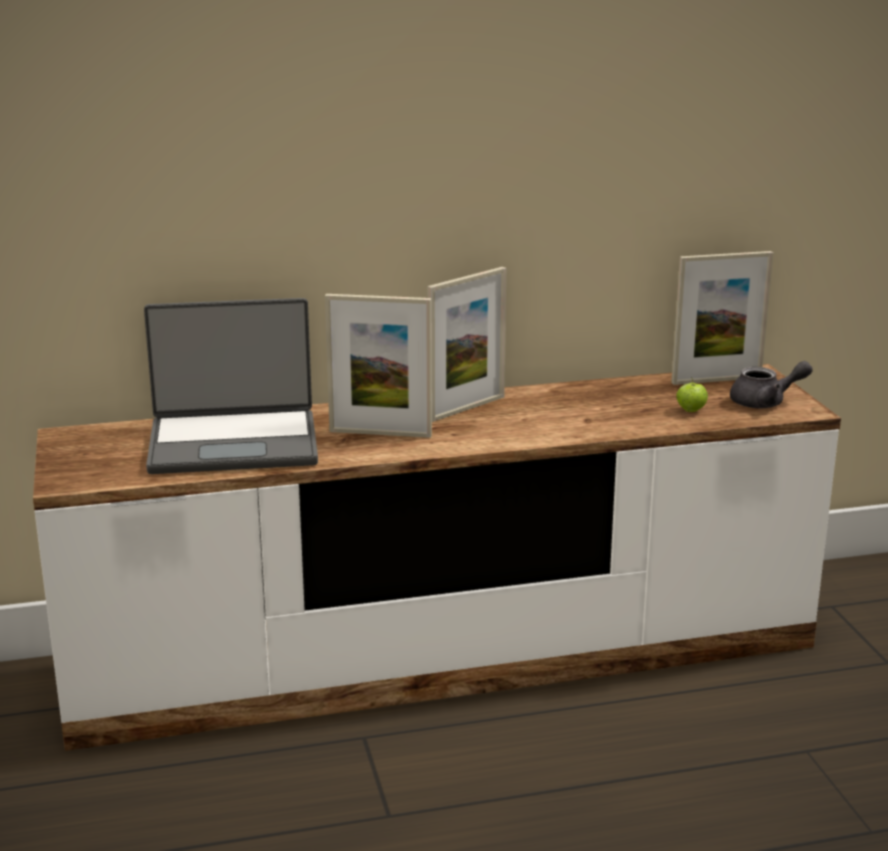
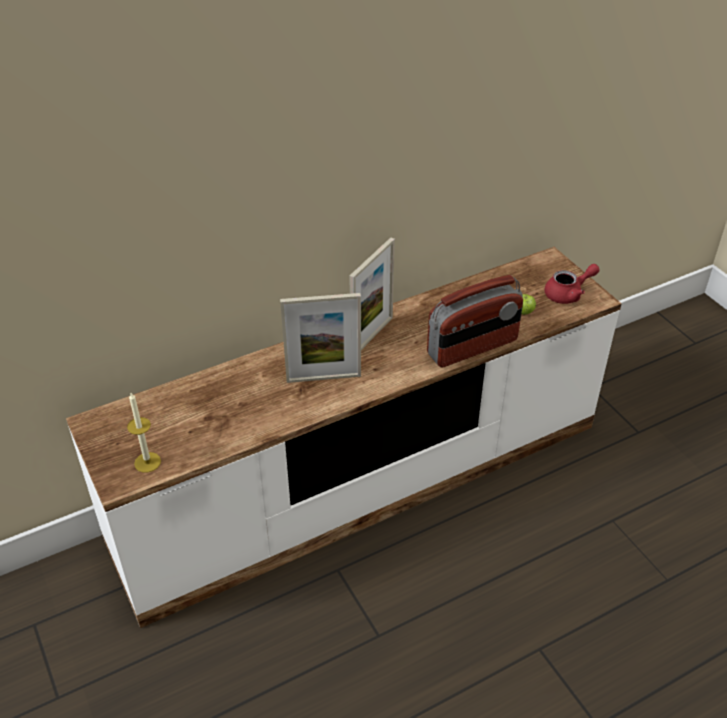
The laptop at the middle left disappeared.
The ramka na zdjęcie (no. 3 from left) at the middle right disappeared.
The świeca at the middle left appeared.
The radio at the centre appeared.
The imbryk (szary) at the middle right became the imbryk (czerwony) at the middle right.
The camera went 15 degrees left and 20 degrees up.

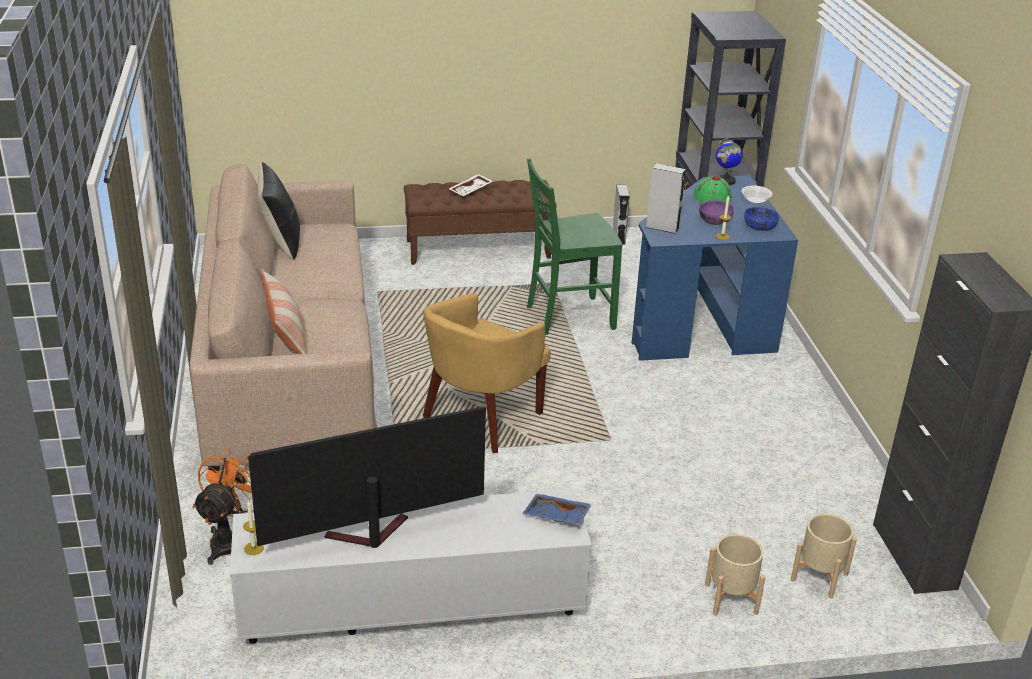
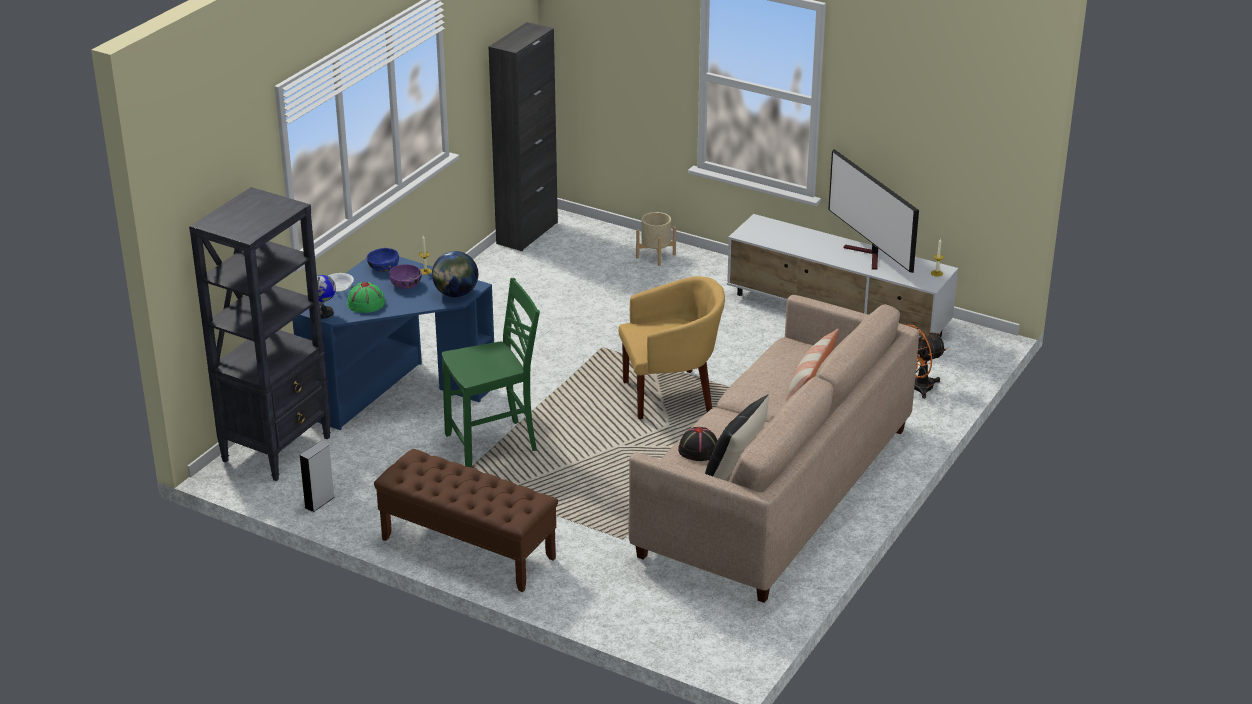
The taca (biały) at the top centre disappeared.
The taca (niebieski) at the bottom centre disappeared.
The donica (beżowy) (no. 2 from left) at the bottom right disappeared.
The kapelusz (czarny) at the centre appeared.
The głośnik (szary) (no. 2 from left) at the top centre was replaced by the globus (no. 2 from left) at the centre.
The telewizor at the bottom centre turned 45 degrees clockwise.
The krzesło (zielony) at the centre turned 45 degrees counterclockwise.
The camera went 140 degrees left and 0 degrees up.

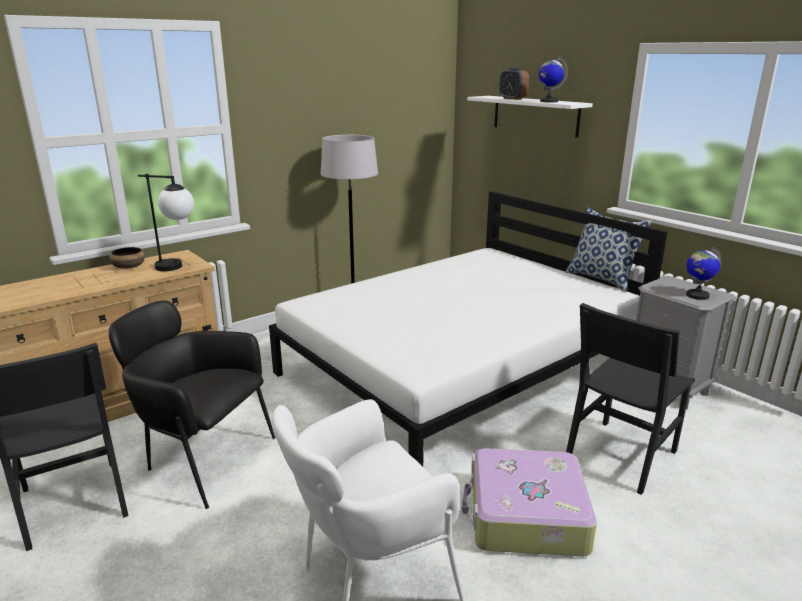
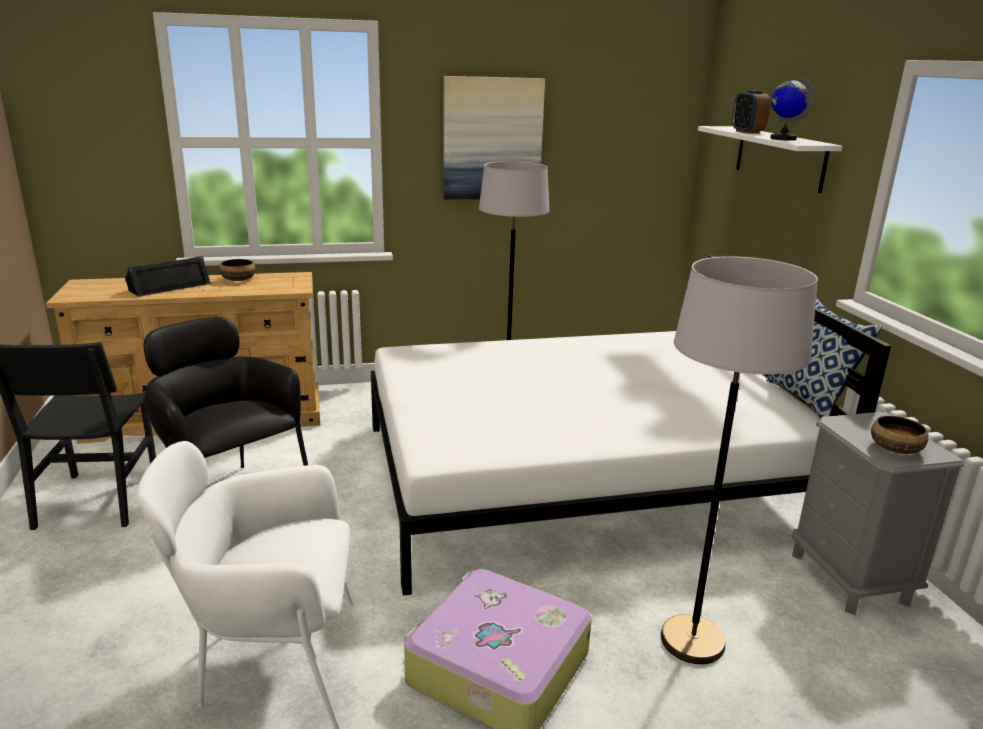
The lampa stołowa at the middle left disappeared.
The głośnik (czarny) at the middle left appeared.
The obraz at the top centre appeared.
The krzesło (czarny) (no. 2 from left) at the middle right was replaced by the lampa stojąca (szary) (no. 2 from left) at the middle right.
The globus (no. 2 from left) at the middle right was replaced by the miska (no. 2 from left) at the middle right.
The camera went 25 degrees right and 0 degrees up.

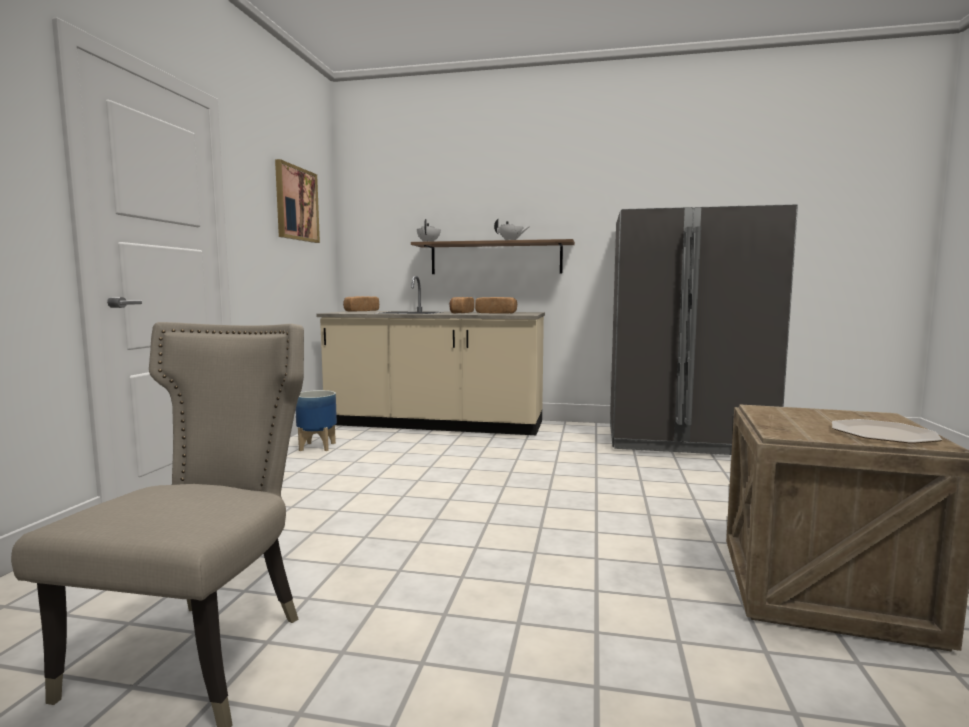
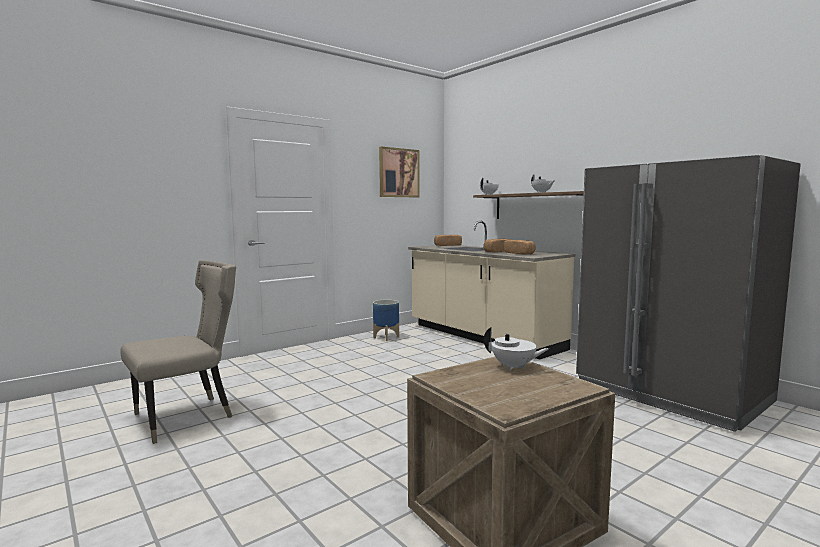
The talerz at the middle right disappeared.
The imbryk (biały) (no. 2 from left) at the centre appeared.
The camera went 40 degrees right and 0 degrees up.

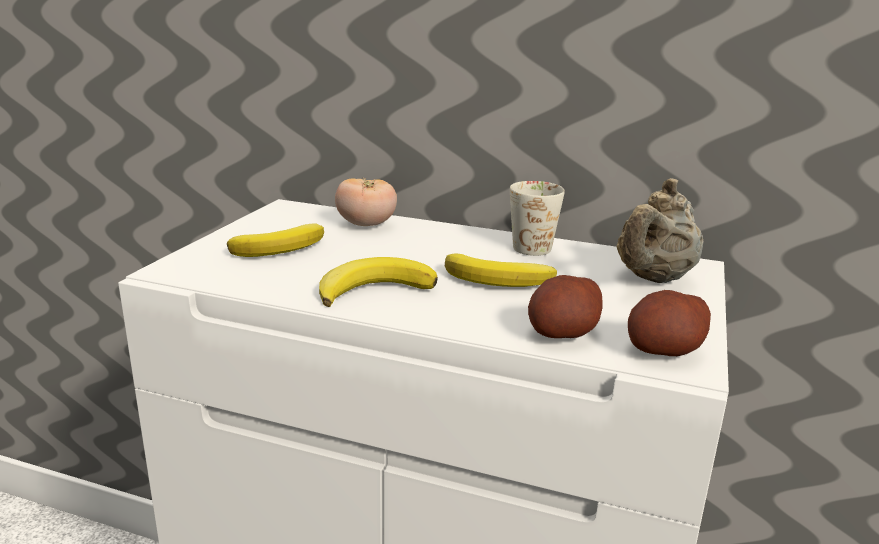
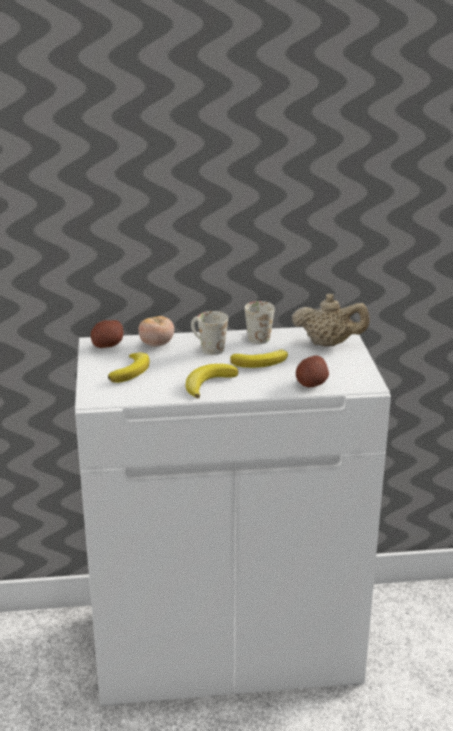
The kubek (biały) (no. 1 from left) at the centre appeared.
The ziemniak (no. 2 from left in the first image) moved from the middle right to the middle left.
The imbryk (beżowy) at the middle right turned 90 degrees counterclockwise.
The camera went 25 degrees left and 5 degrees up.

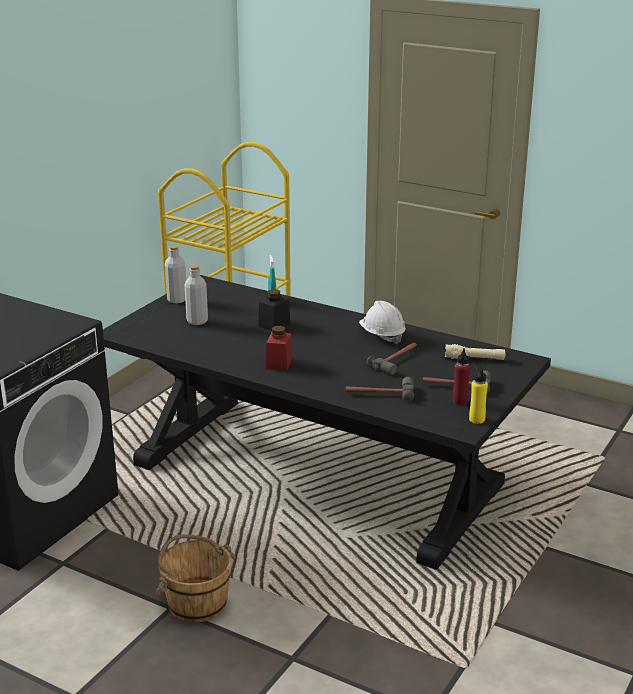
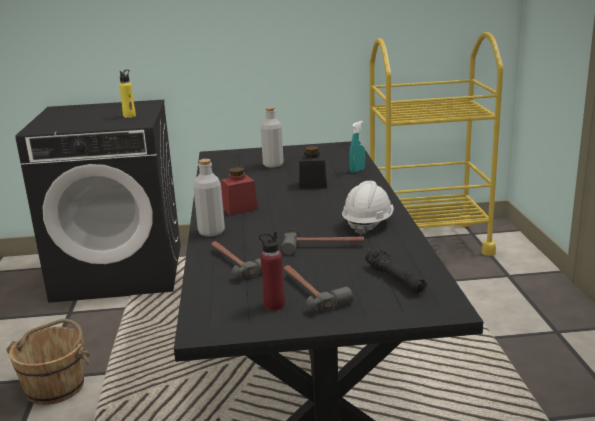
The butelka (szary) (no. 1 from left) moved from the middle left to the centre.
The butelka (żółty) moved from the middle right to the top left.
The latarka (beżowy) at the middle right became the latarka (czarny) at the centre.
The camera went 55 degrees right and 5 degrees down.

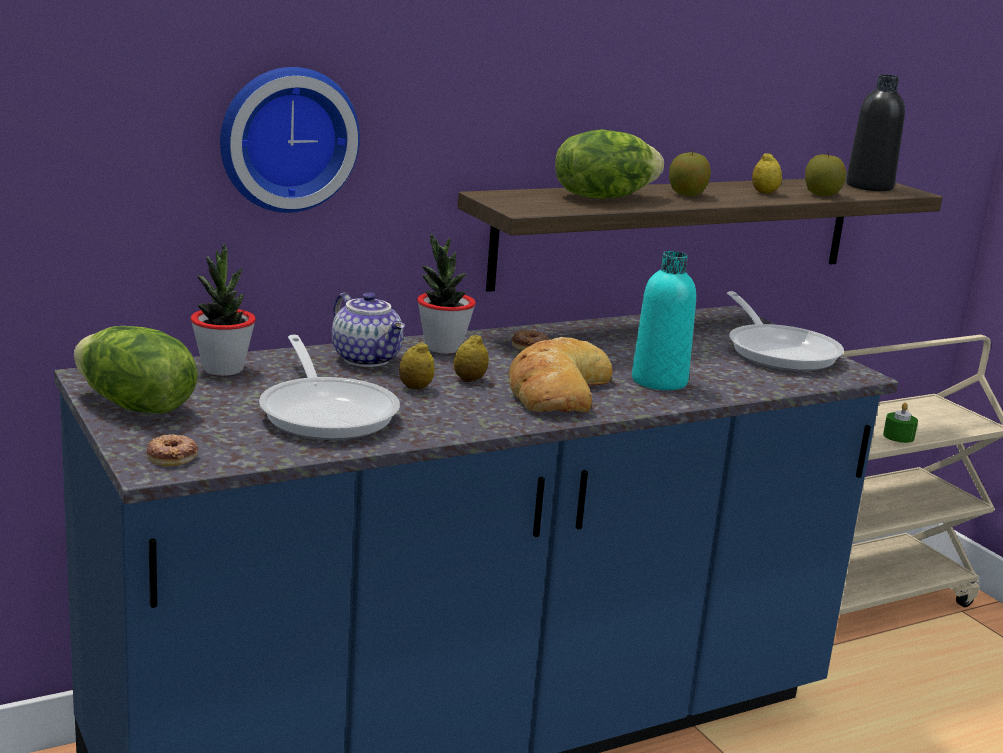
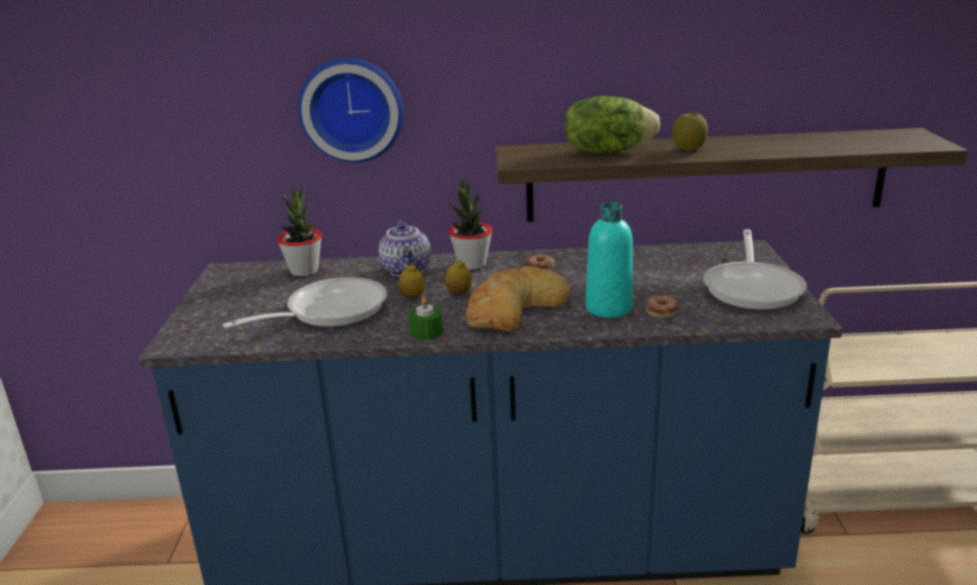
The sałata (no. 1 from left) at the middle left disappeared.
The cytryna (no. 3 from left) at the top right disappeared.
The jabłko (no. 2 from left) at the top right disappeared.
The butelka (czarny) at the top right disappeared.
The donut (no. 1 from left in the first image) moved from the middle left to the middle right.
The świeca (zielony) moved from the middle right to the centre.
The patelnia (no. 1 from left) at the middle left turned 135 degrees counterclockwise.
The camera went 30 degrees right and 5 degrees up.

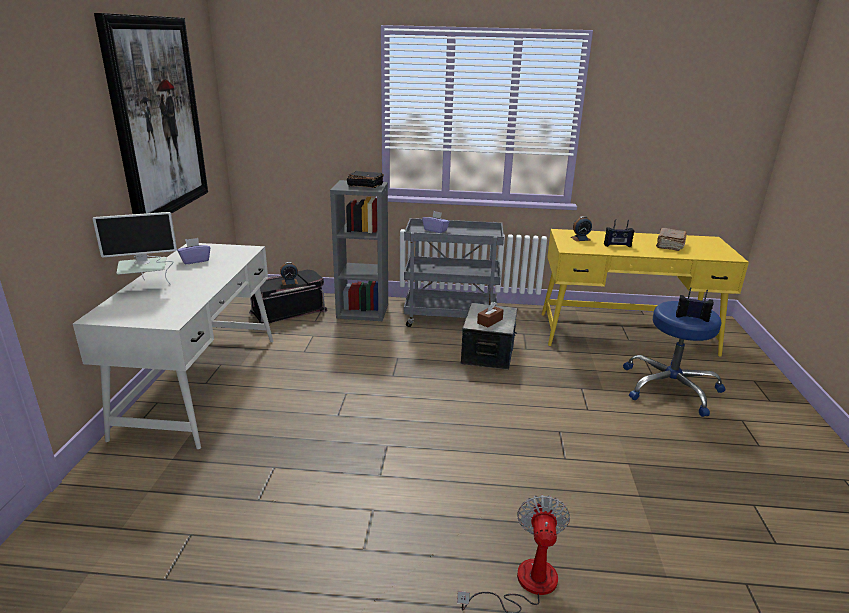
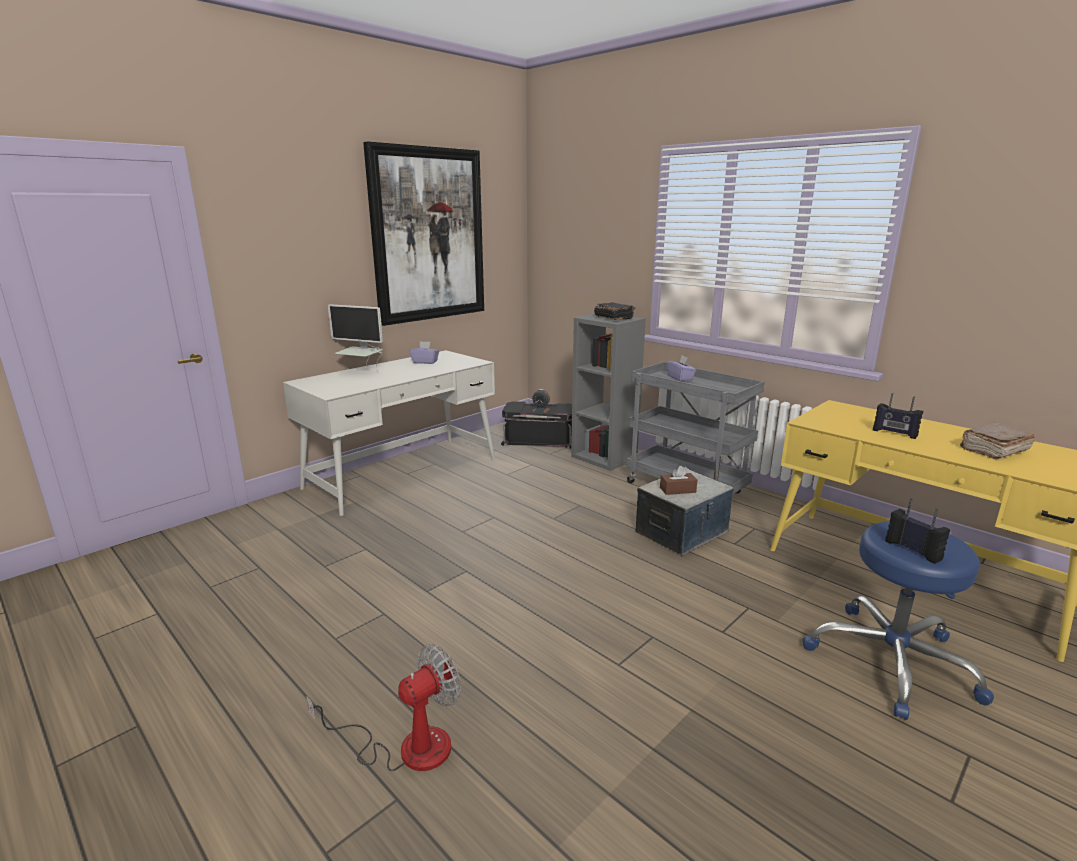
The budzik (no. 2 from left) at the middle right disappeared.
The camera went 40 degrees right and 5 degrees down.

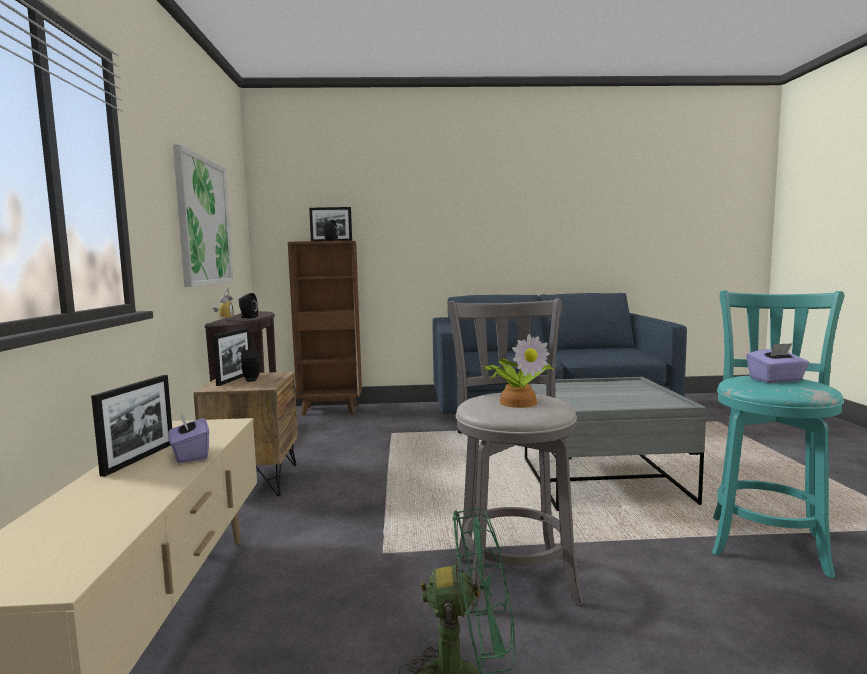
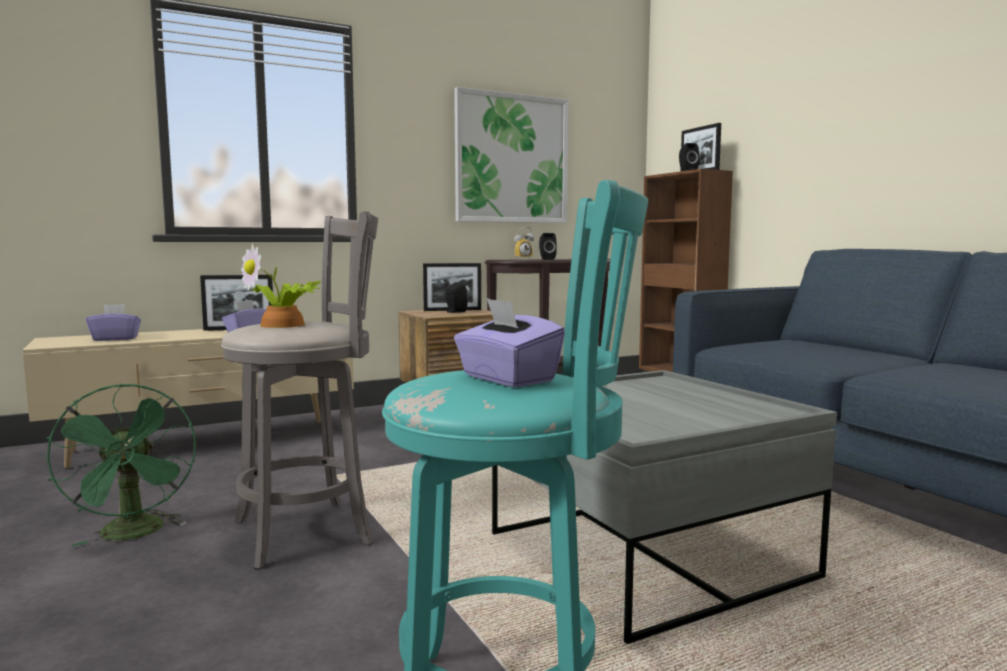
The pudełko chusteczek (fioletowy) (no. 1 from left) at the middle left appeared.
The camera went 65 degrees right and 0 degrees up.

